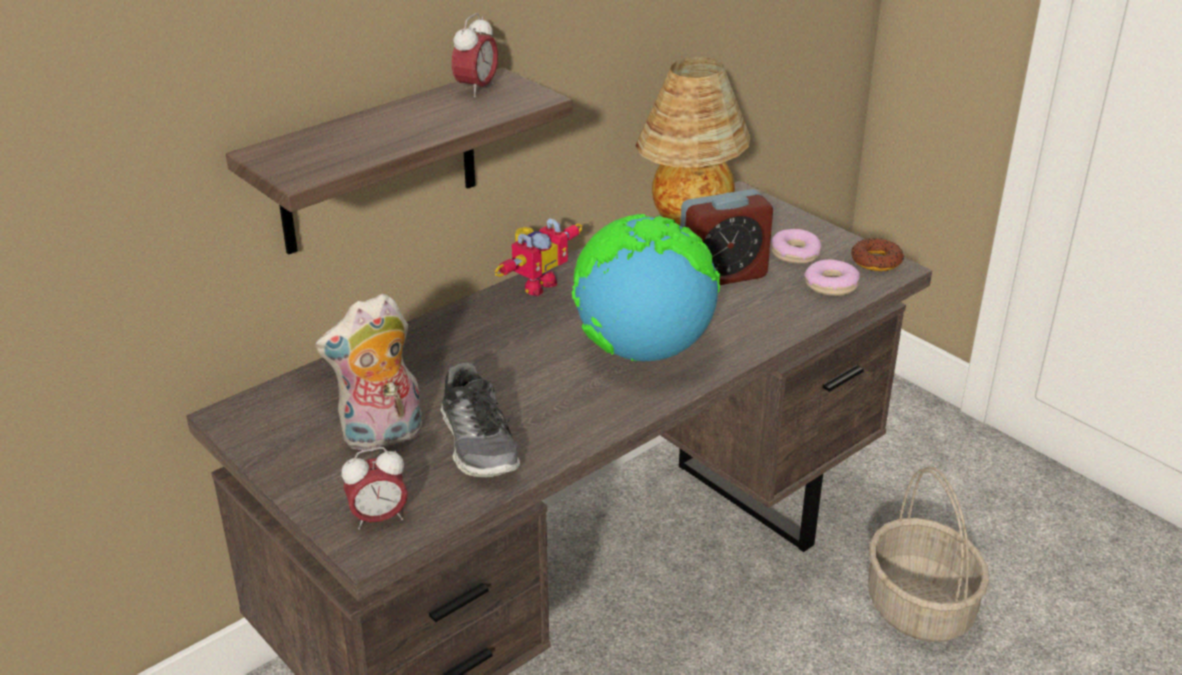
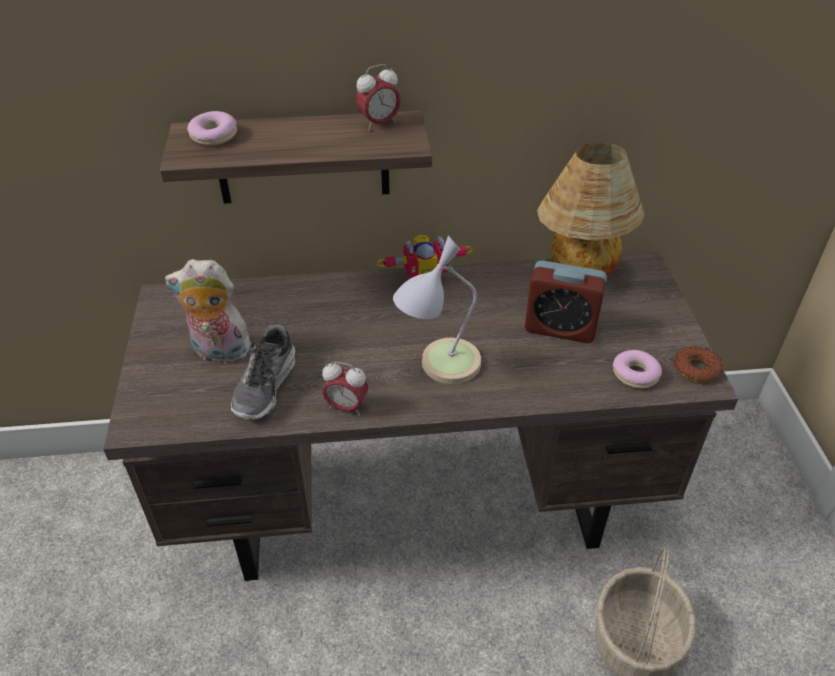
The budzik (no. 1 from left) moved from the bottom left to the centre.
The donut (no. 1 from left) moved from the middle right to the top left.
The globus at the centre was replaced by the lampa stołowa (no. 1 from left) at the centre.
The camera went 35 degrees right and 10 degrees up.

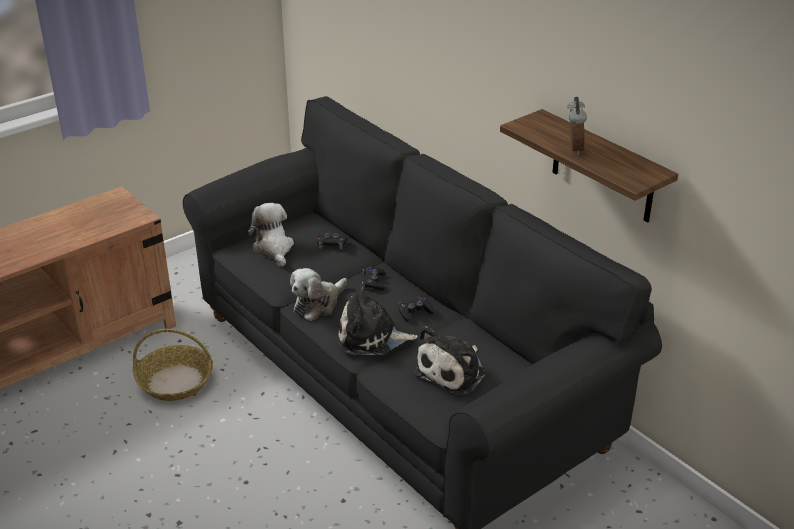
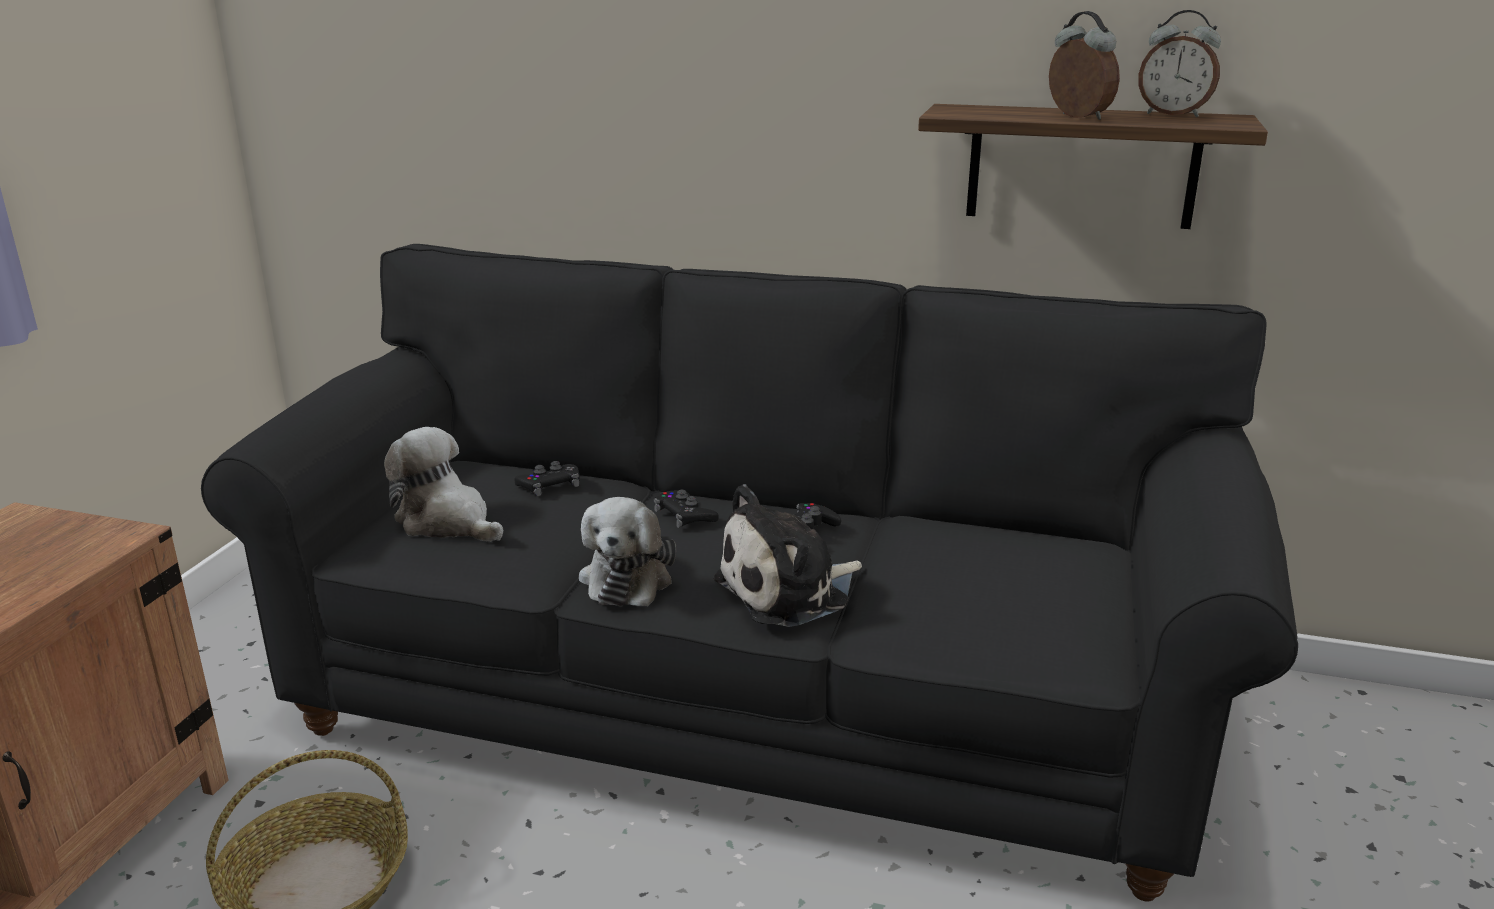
The pluszak (no. 4 from left) at the bottom centre disappeared.
The budzik (no. 2 from left) at the top right appeared.
The camera went 35 degrees left and 10 degrees down.

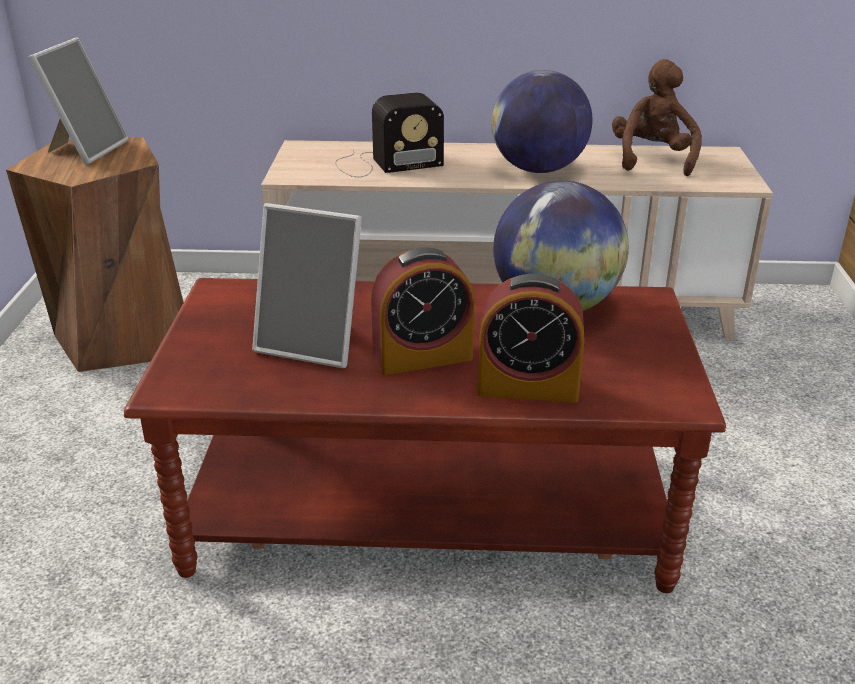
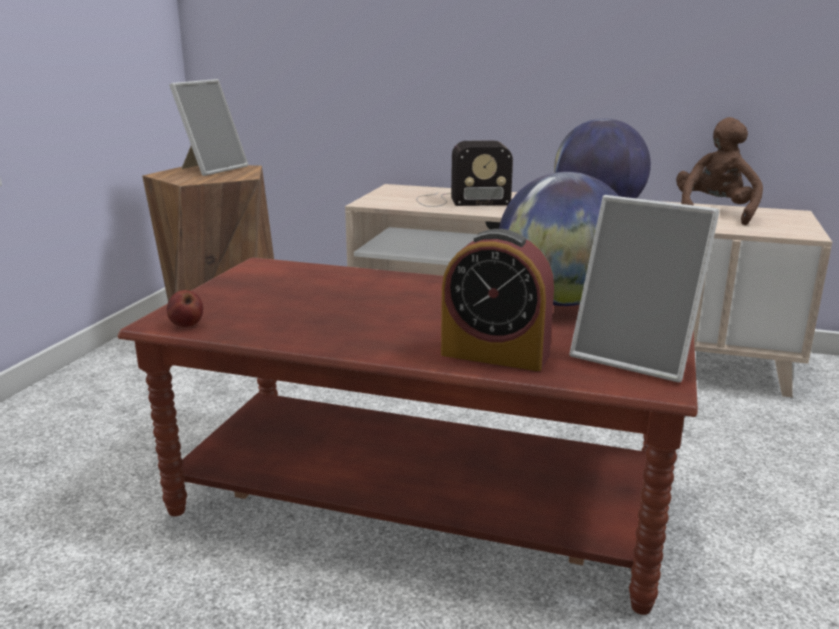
The budzik (no. 1 from left) at the centre disappeared.
The jabłko at the middle left appeared.
The ramka na zdjęcie (no. 2 from left) moved from the centre to the middle right.
The camera went 15 degrees right and 10 degrees down.

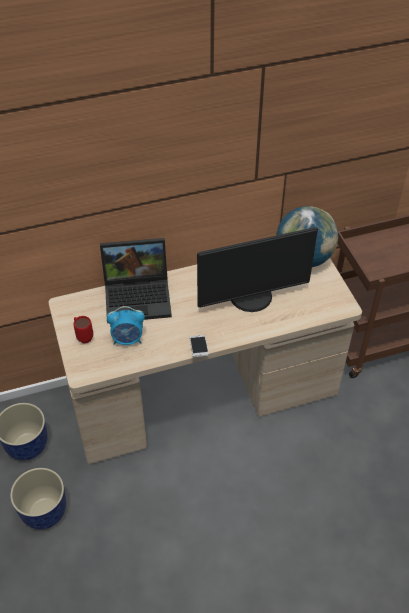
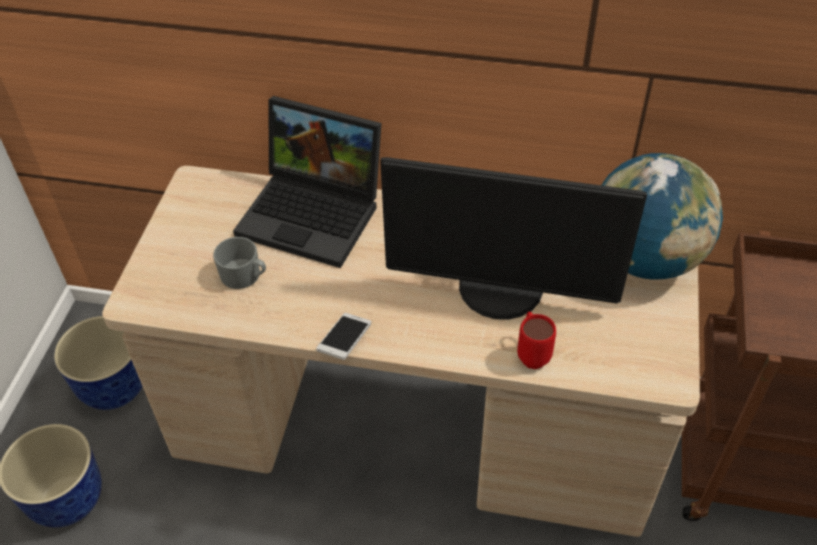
The kubek (czerwony) moved from the middle left to the centre.
The budzik at the middle left was replaced by the kubek (szary) at the middle left.
The camera went 30 degrees right and 0 degrees up.

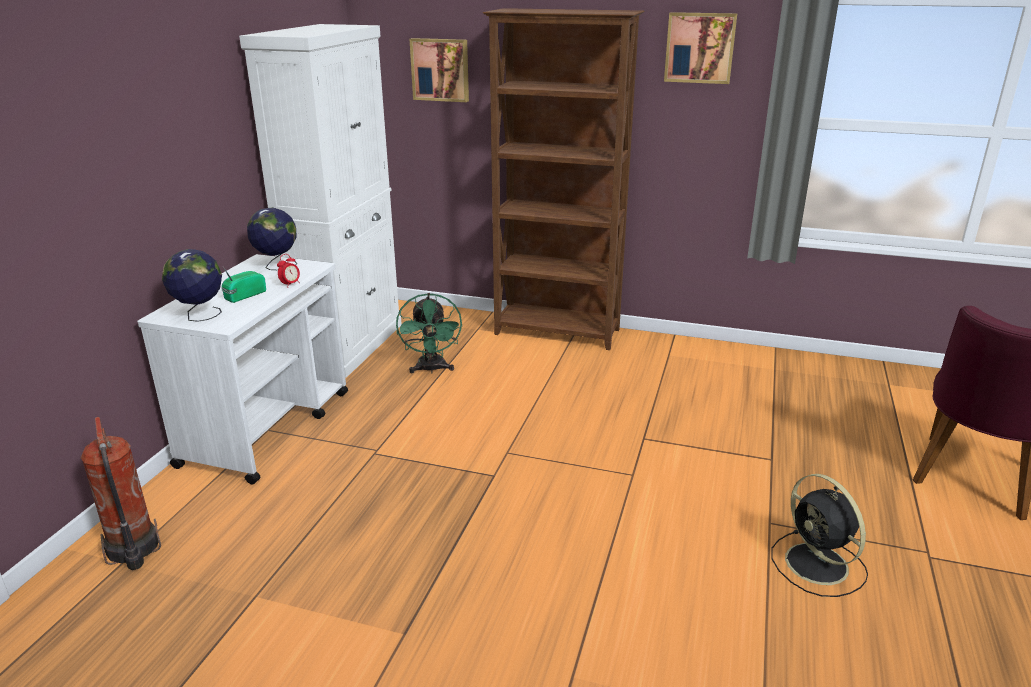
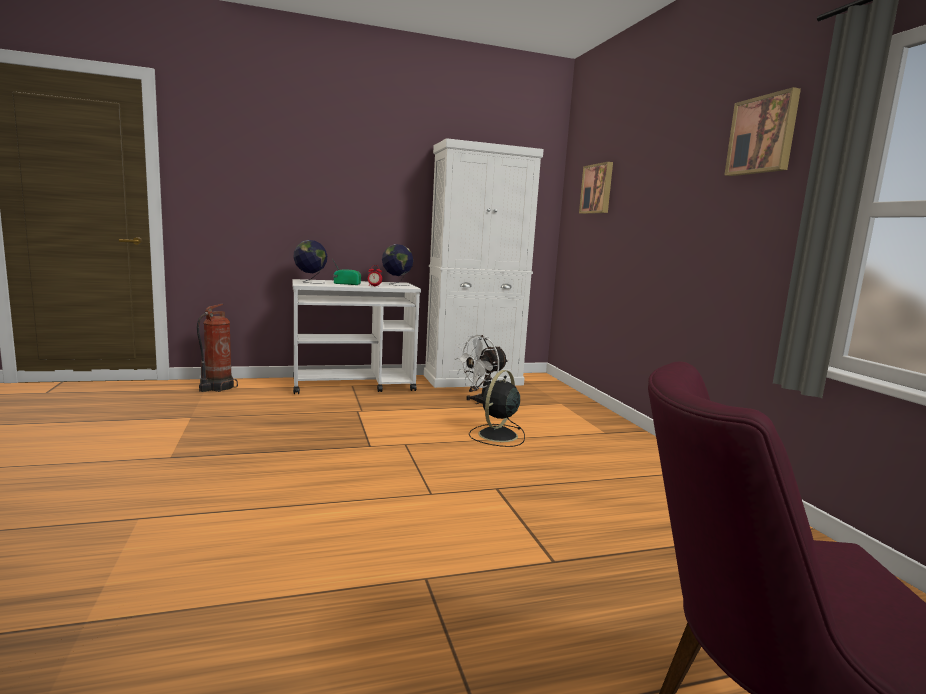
The regał (brązowy) at the top centre disappeared.
The wentylator (czarny) moved from the bottom right to the centre.
The wentylator (zielony) at the centre became the wentylator (biały) at the centre.
The camera went 55 degrees right and 15 degrees down.

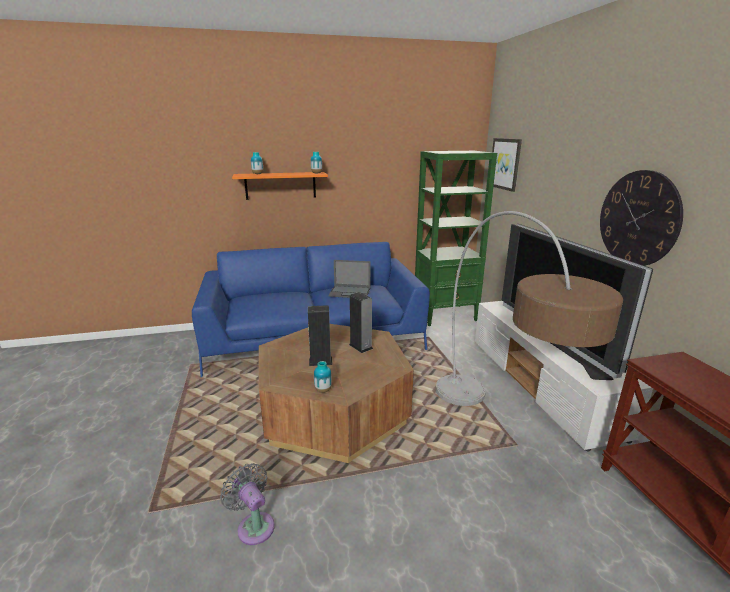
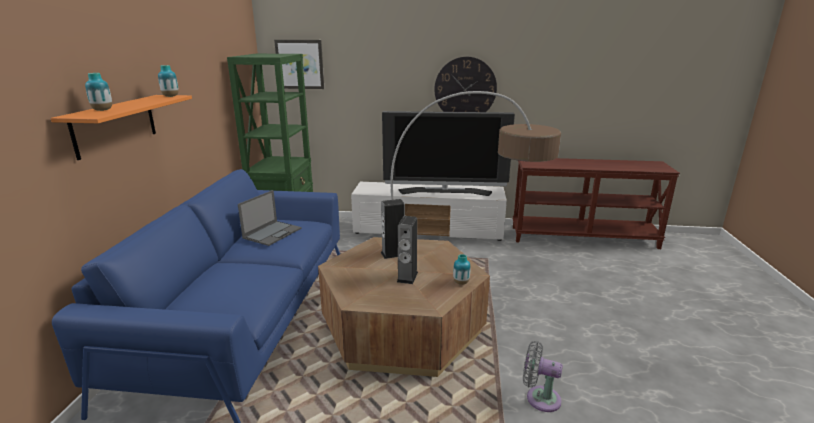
The wentylator (szary) at the bottom centre turned 45 degrees clockwise.
The camera went 70 degrees left and 0 degrees up.

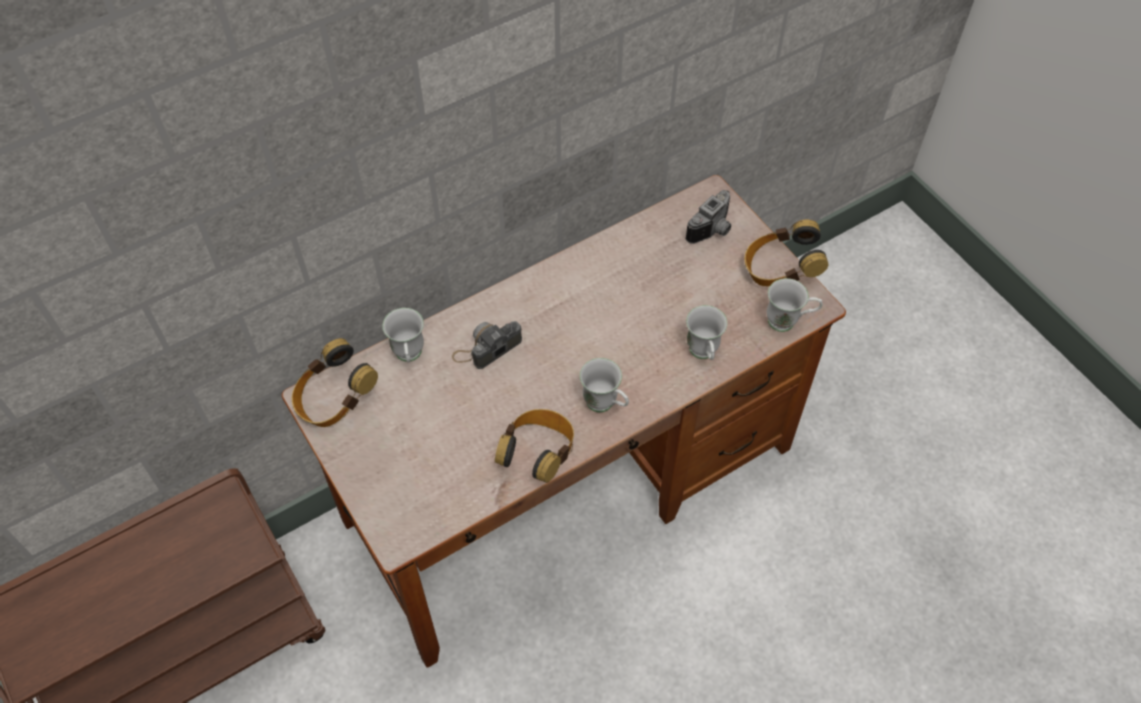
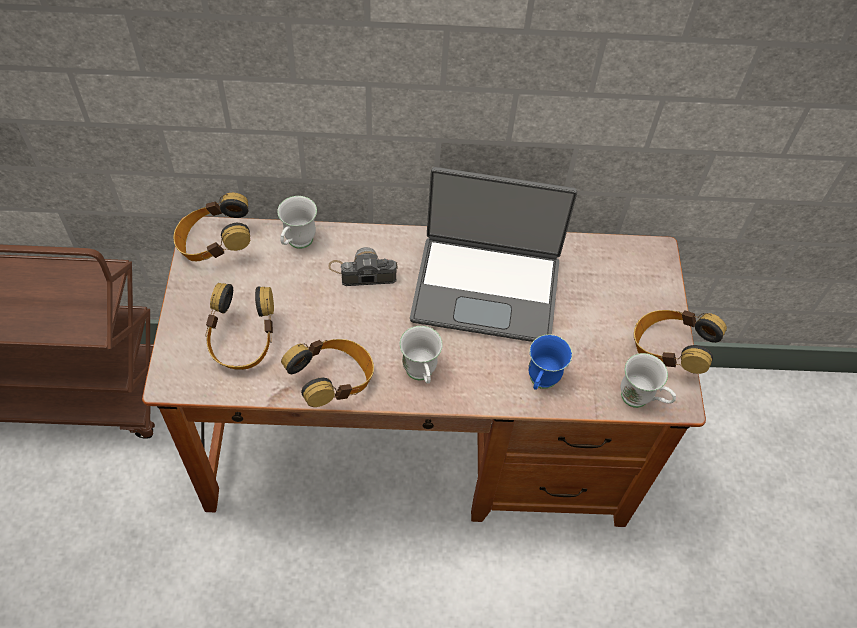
The aparat fotograficzny (no. 2 from left) at the top centre disappeared.
The słuchawki (no. 2 from left) at the middle left appeared.
The laptop at the centre appeared.
The kubek (biały) (no. 3 from left) at the centre became the kubek (niebieski) at the centre.
The camera went 30 degrees right and 0 degrees up.

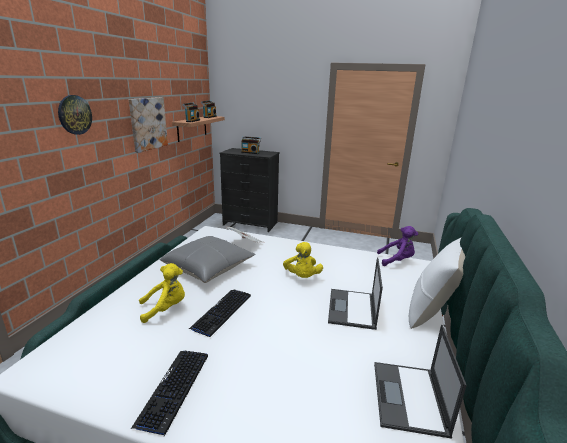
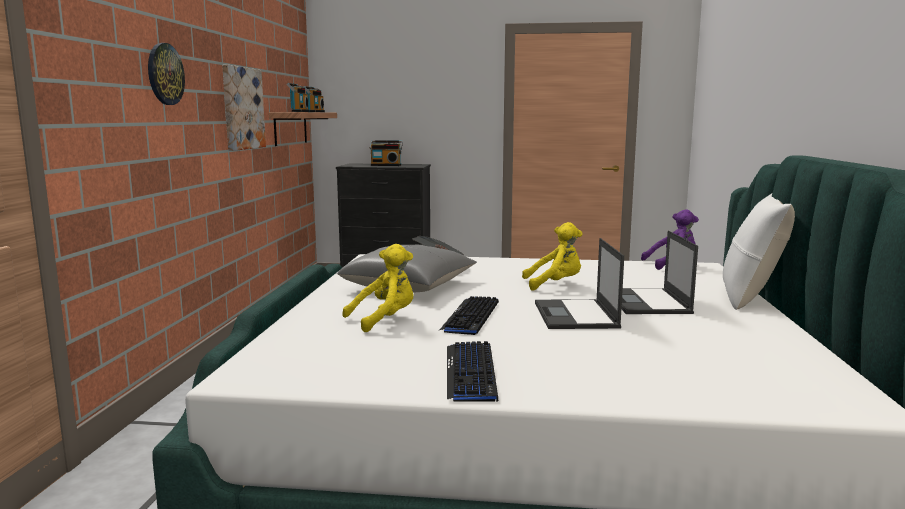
The laptop (no. 2 from left in the first image) moved from the bottom right to the centre.
The pluszak (żółty) (no. 2 from left) at the centre turned 75 degrees counterclockwise.
The camera went 10 degrees left and 10 degrees down.

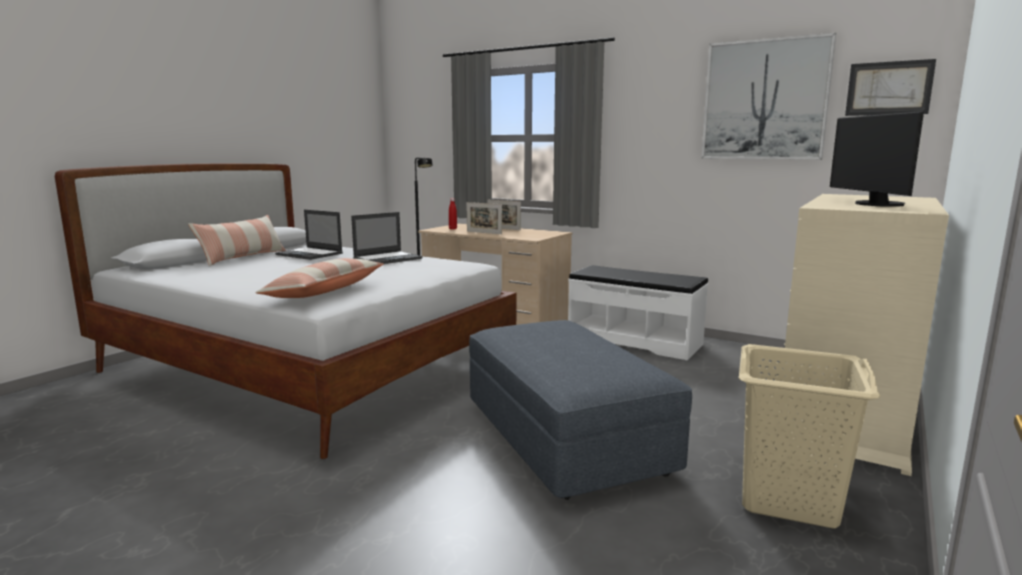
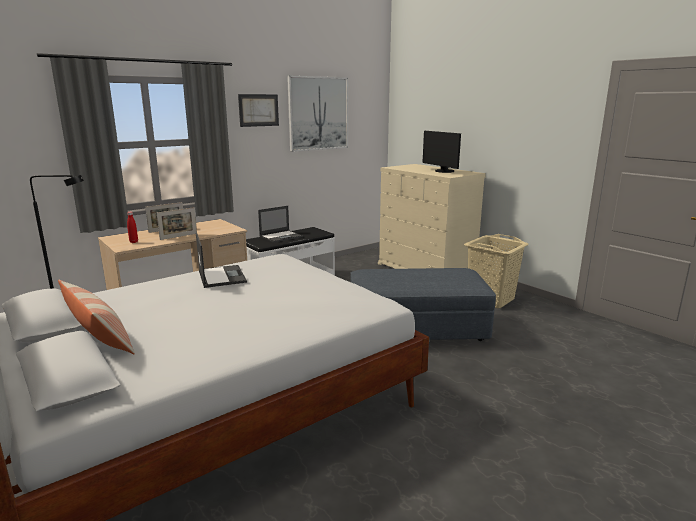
The poduszka (no. 2 from left) at the middle left disappeared.
The laptop (no. 1 from left in the first image) moved from the middle left to the centre.
The obraz (no. 2 from left in the first image) moved from the top right to the top centre.
The monitor at the top right turned 45 degrees clockwise.
The camera went 70 degrees left and 5 degrees up.

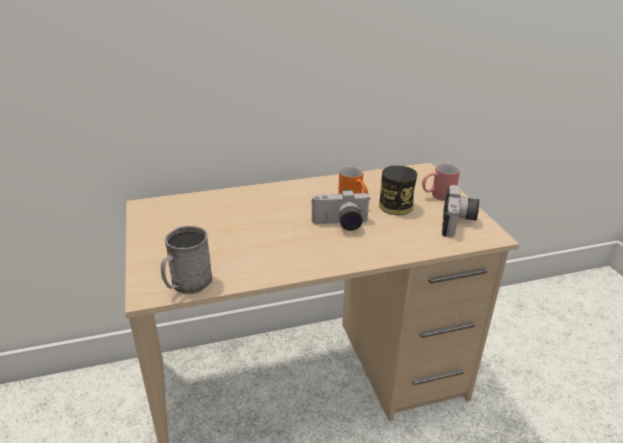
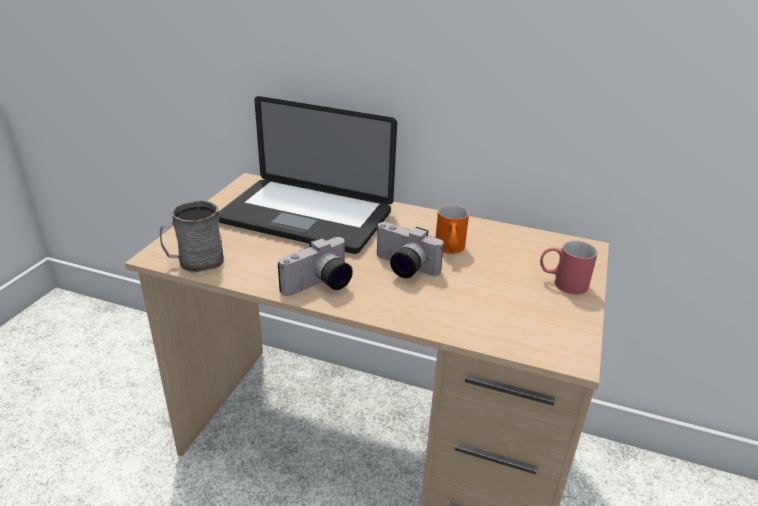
The puszka at the centre disappeared.
The laptop at the centre appeared.
The aparat fotograficzny (no. 2 from left in the first image) moved from the middle right to the centre.
The camera went 35 degrees right and 0 degrees up.

